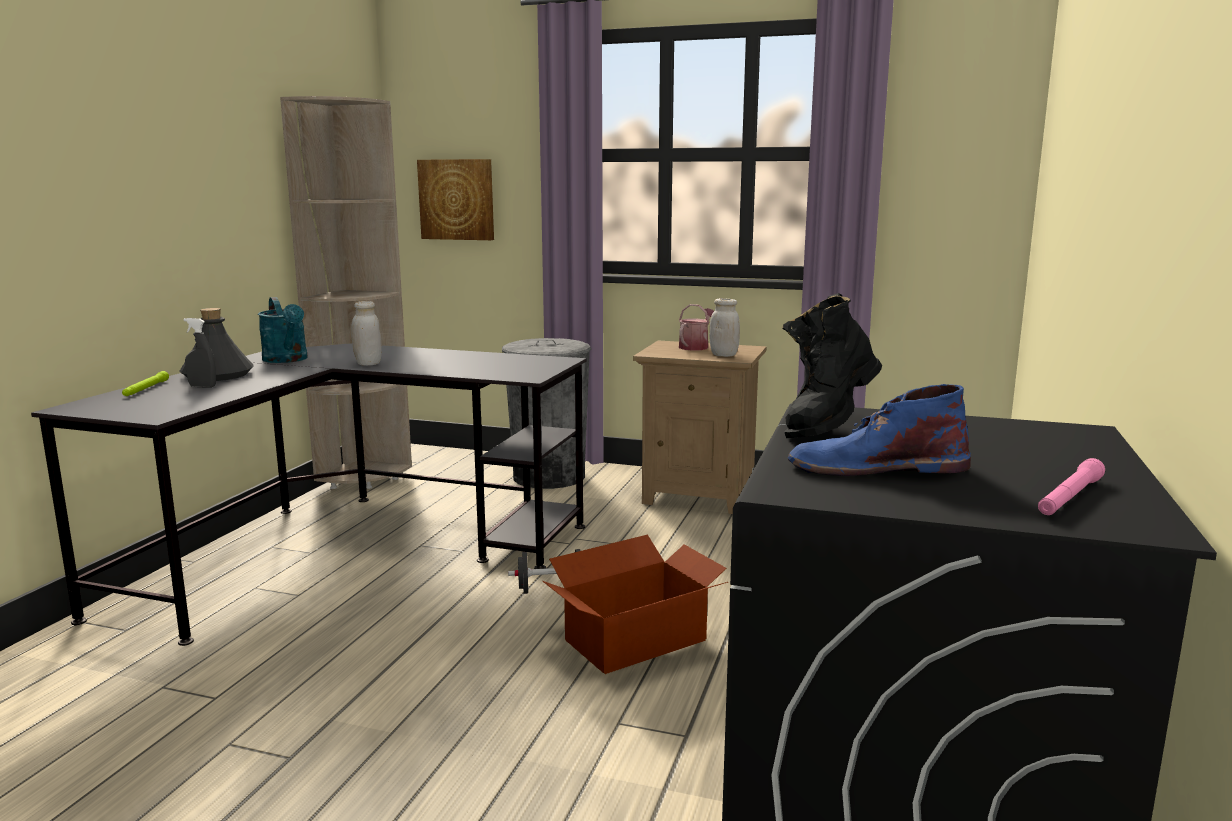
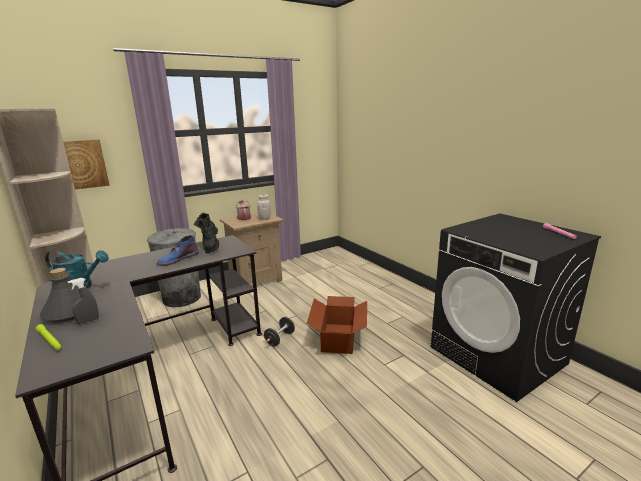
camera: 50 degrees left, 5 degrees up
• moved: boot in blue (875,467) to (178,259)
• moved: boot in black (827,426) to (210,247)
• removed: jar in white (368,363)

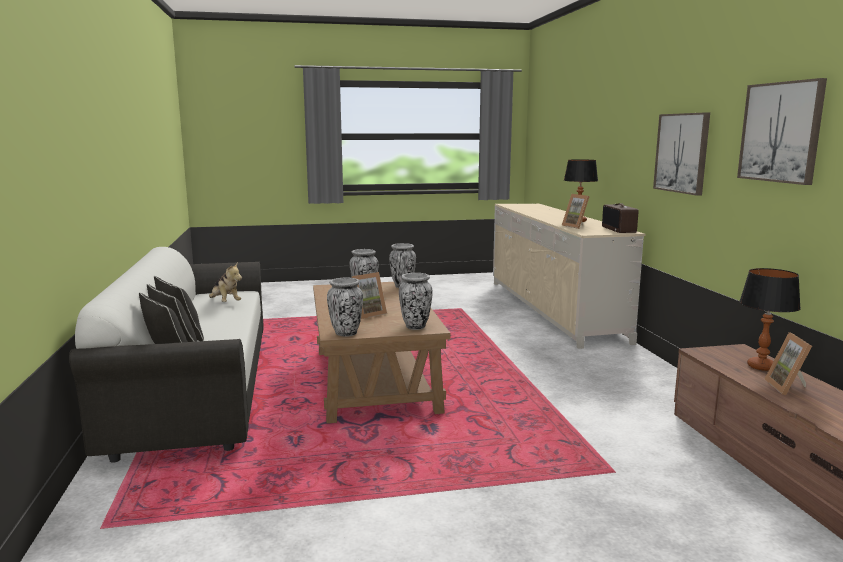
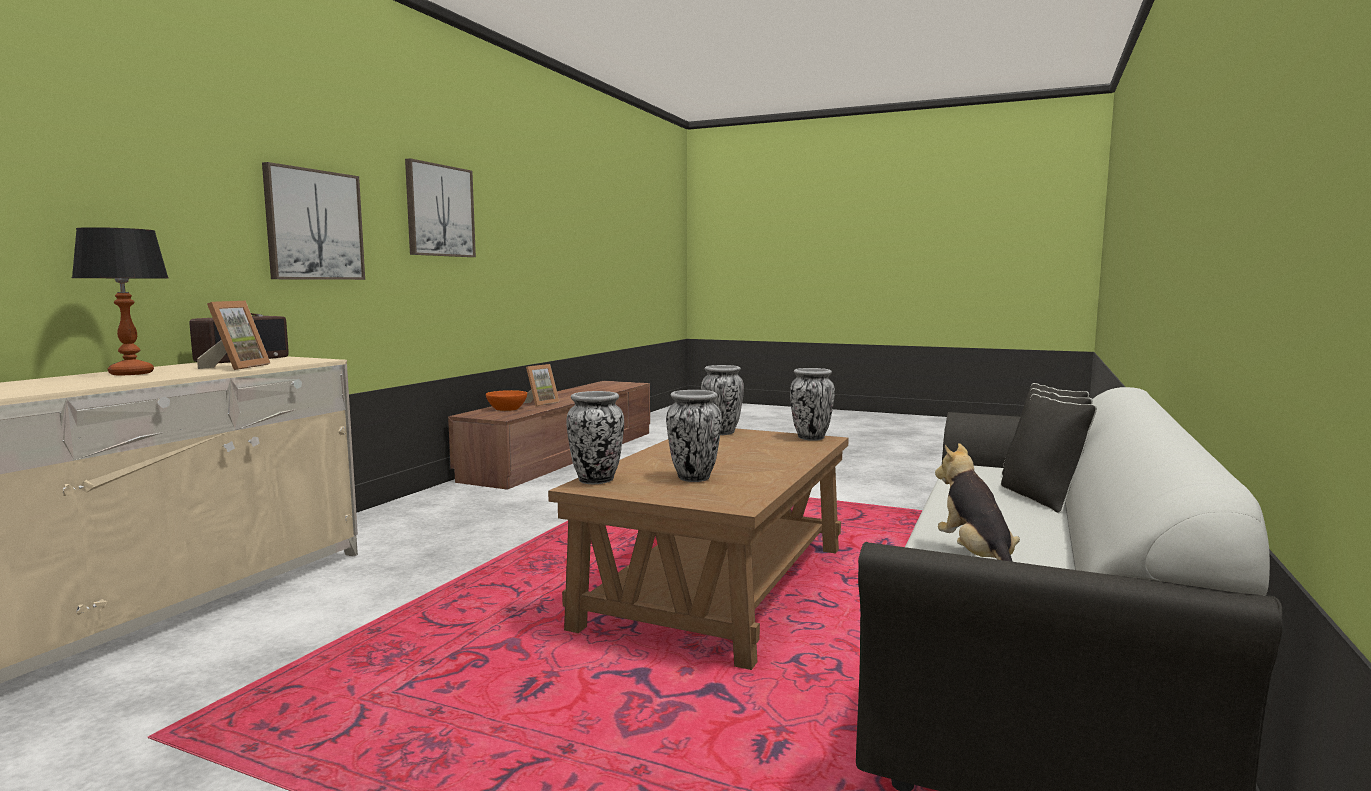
camera: 145 degrees left, 5 degrees down
• replaced: table lamp (761,366) to bowl in orange (506,409)
• removed: picture frame (367,314)

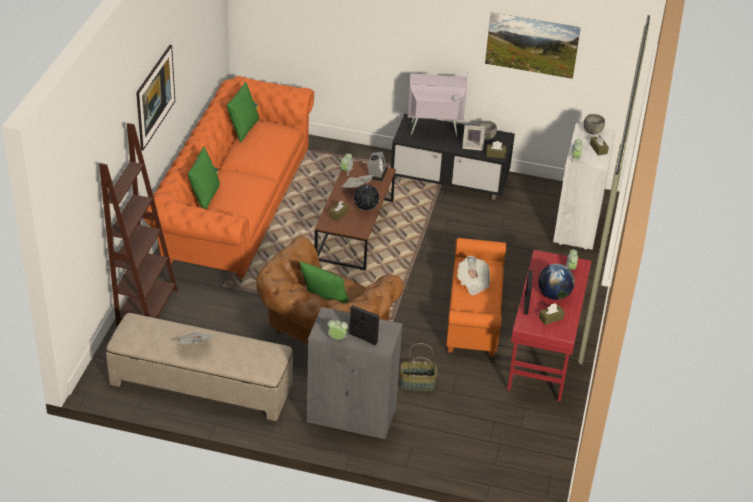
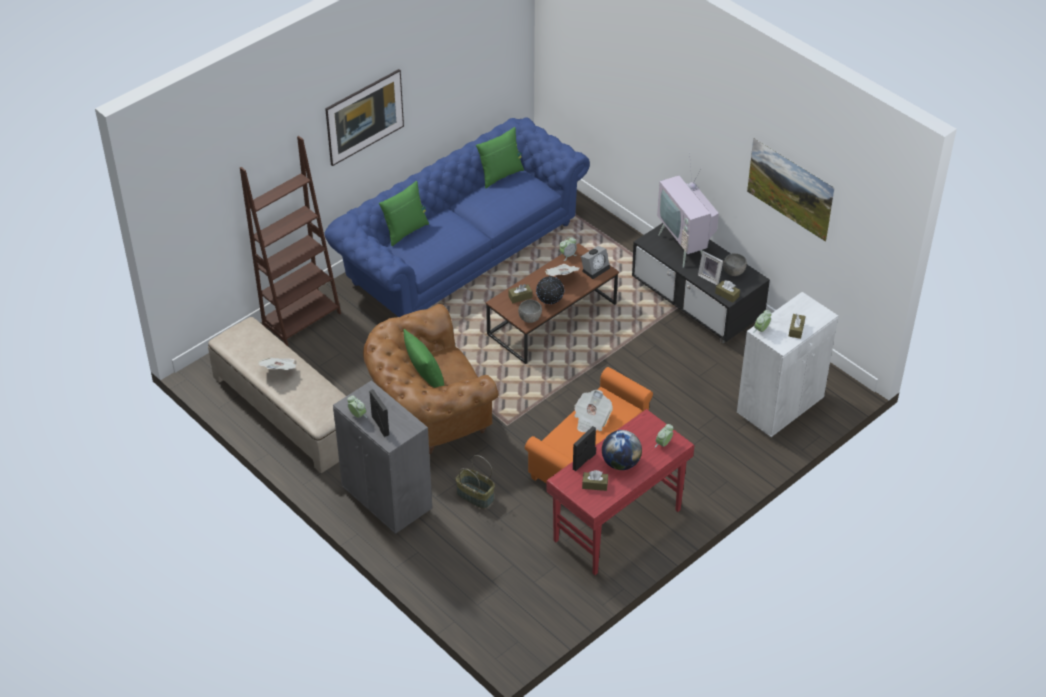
camera: 35 degrees right, 5 degrees up
• recoloured: sofa in orange (233,206) to sofa in blue (459,251)
• moved: bowl in grey (592,132) to (530,319)
• turned: television (434,132) = (685,246) 150 degrees counterclockwise

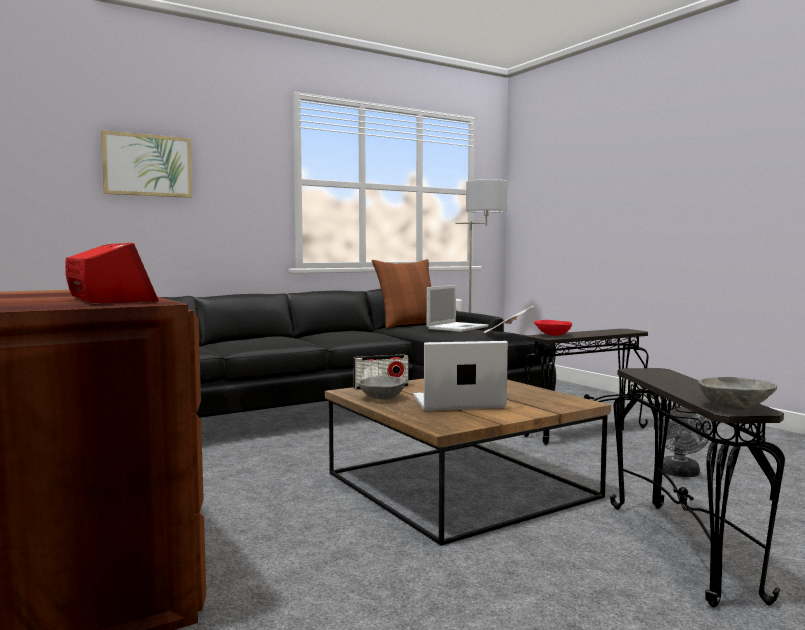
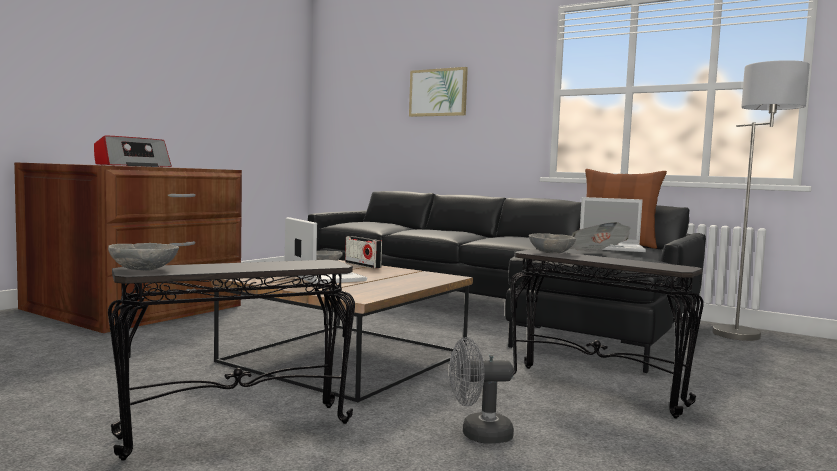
camera: 65 degrees right, 0 degrees up
• recoloured: bowl in red (552,335) to bowl in grey (550,252)

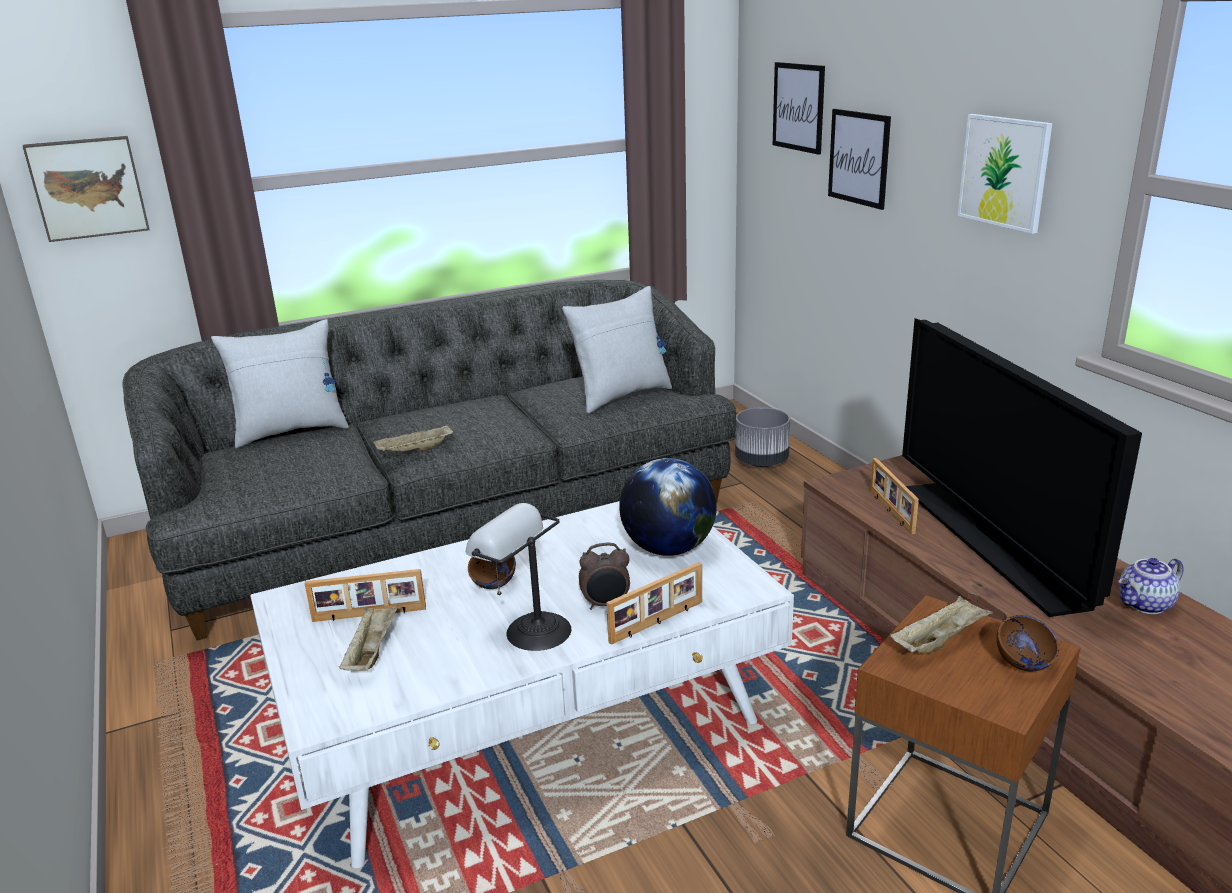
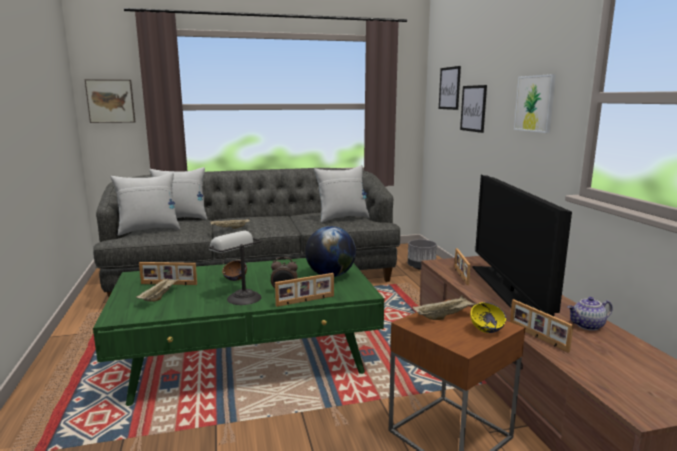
camera: 10 degrees right, 10 degrees down
• recoloured: coffee table in white (529,717) to coffee table in green (247,356)
• added: pillow in grey (149,230)
• recoloured: bowl in brown (1023,664) to bowl in yellow (486,330)
• added: picture frame (537,337)

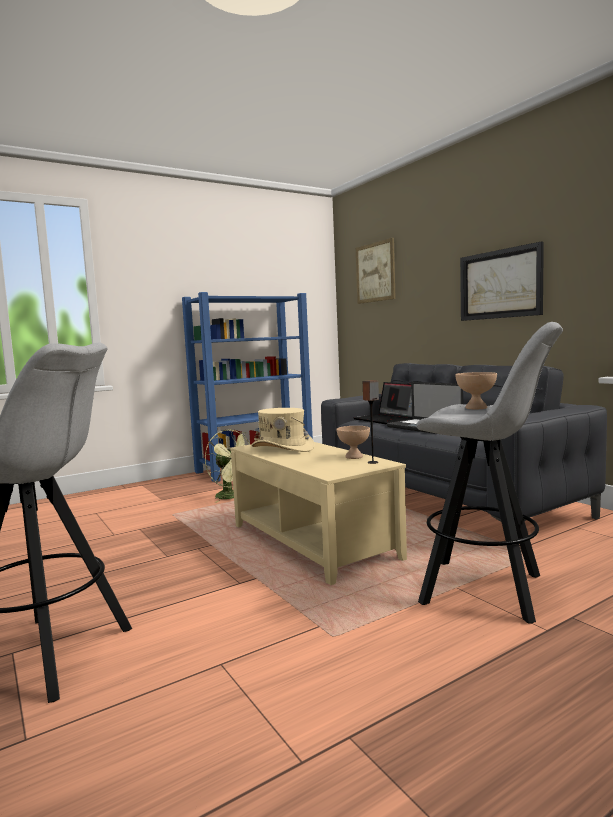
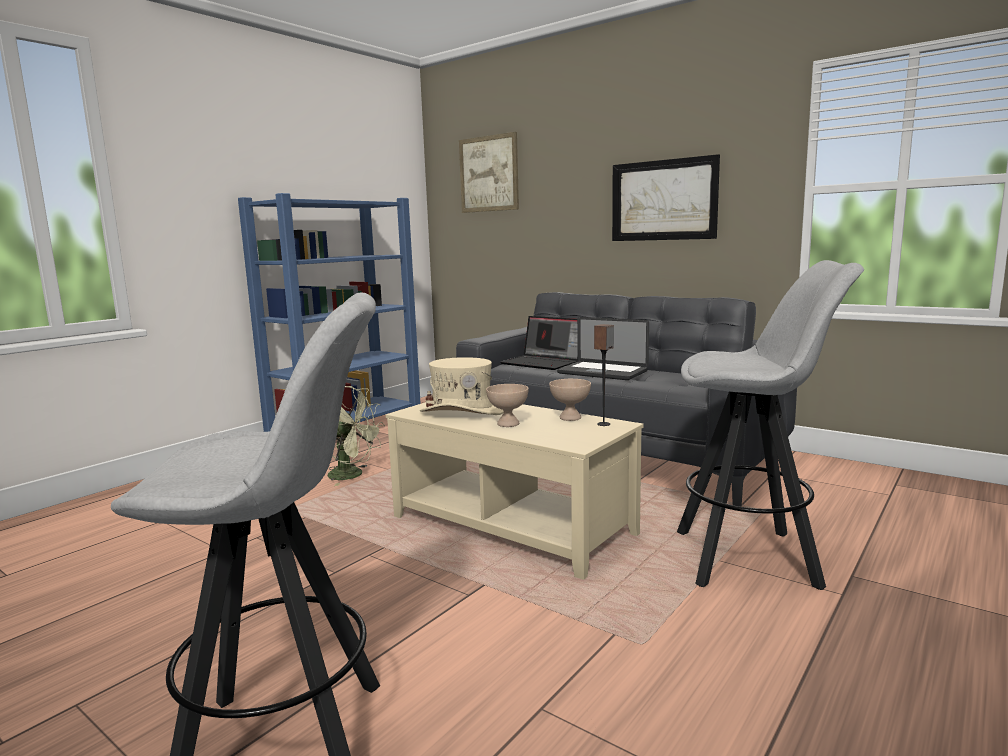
camera: 20 degrees left, 5 degrees up
• moved: bowl in beige (477,408) to (509,424)

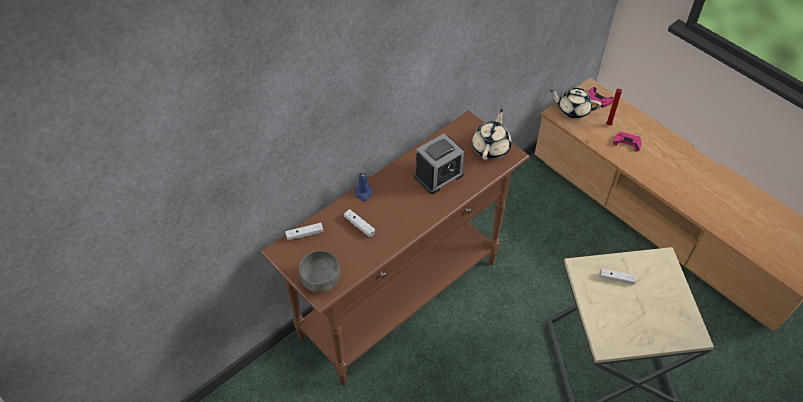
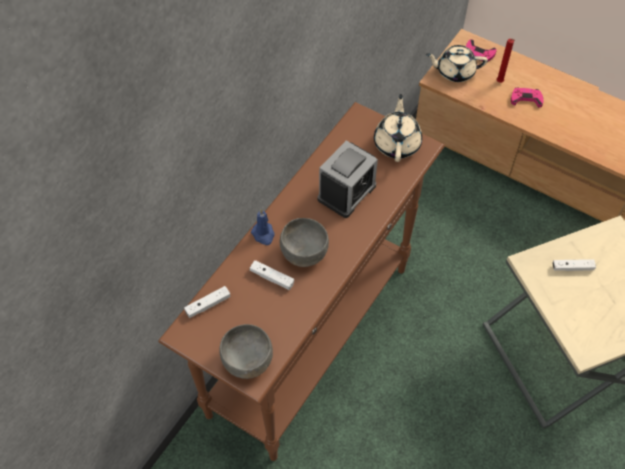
camera: 15 degrees left, 5 degrees up
• added: bowl in grey (304,252)

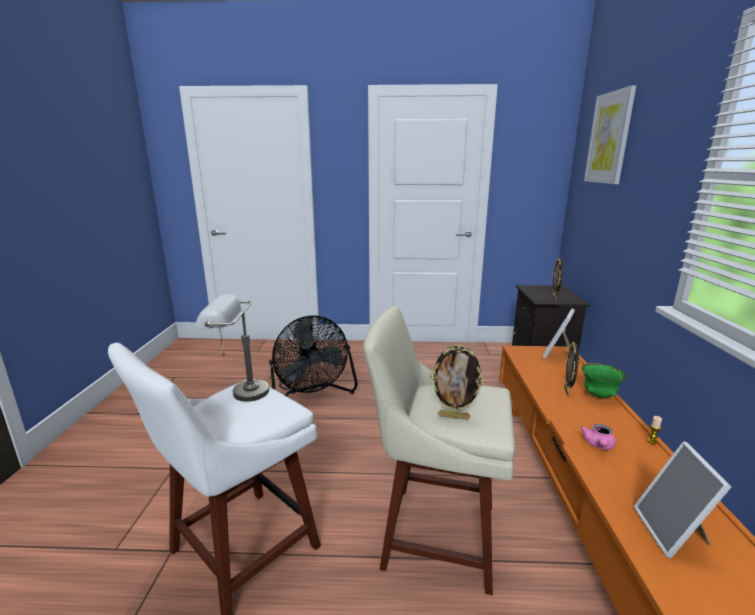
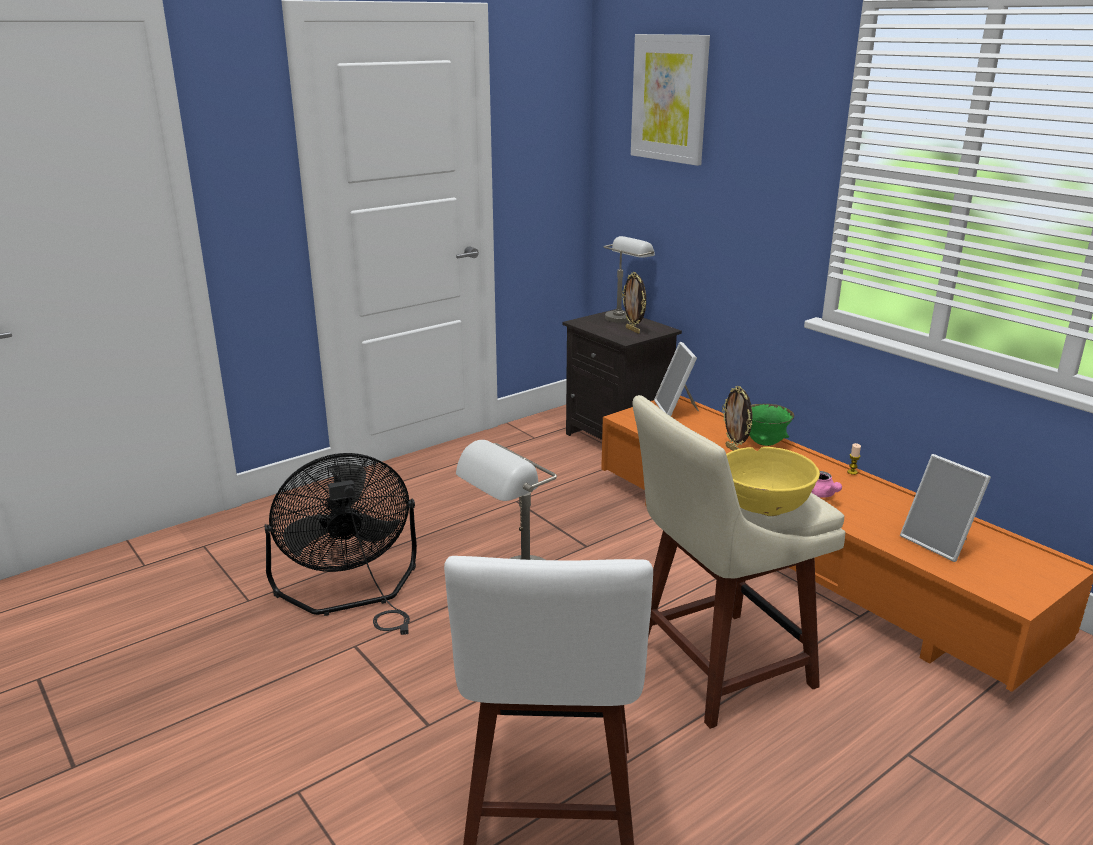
camera: 40 degrees left, 5 degrees up
• turned: fan in black (308,395) = (356,595) 135 degrees counterclockwise
• added: table lamp in grey (624,316)
• replaced: picture frame (454,416) to bowl in yellow (763,506)

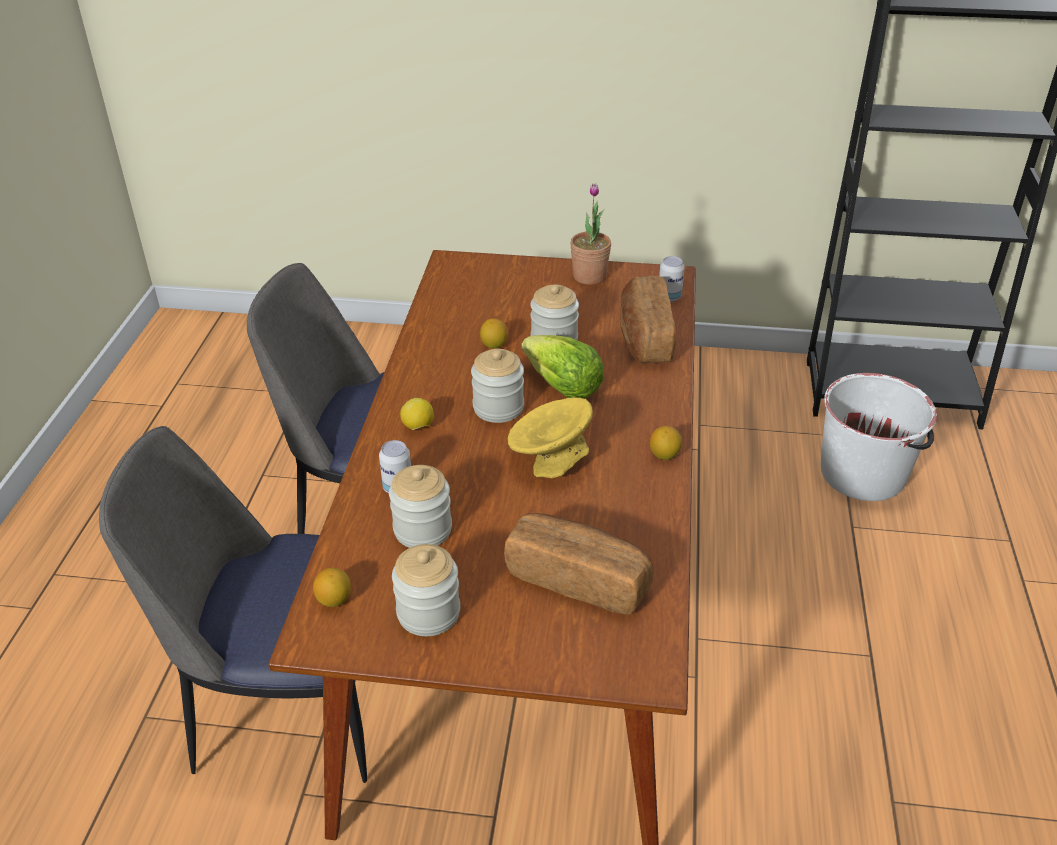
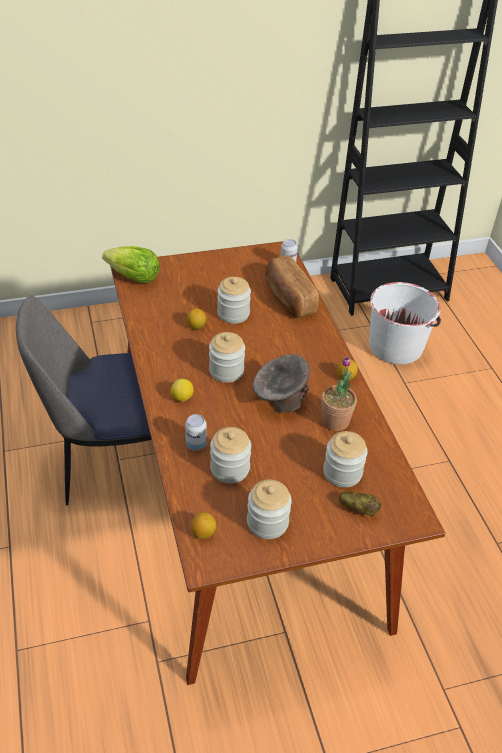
camera: 25 degrees left, 5 degrees up
• moved: lettuce (563,387) to (134,277)
• recoloured: bowl in yellow (549,460) to bowl in grey (280,399)
• moved: potted plant (589,276) to (335,421)
• replaced: bread (578,579) to jar (342,472)
• added: potato (358,509)
• removed: chair (291,708)

